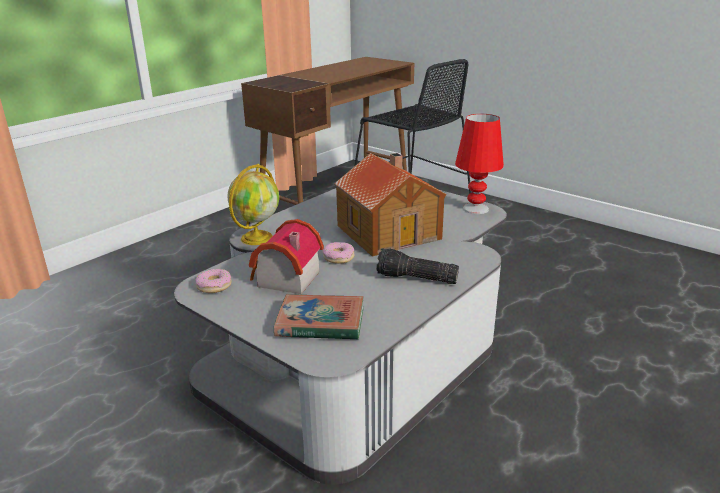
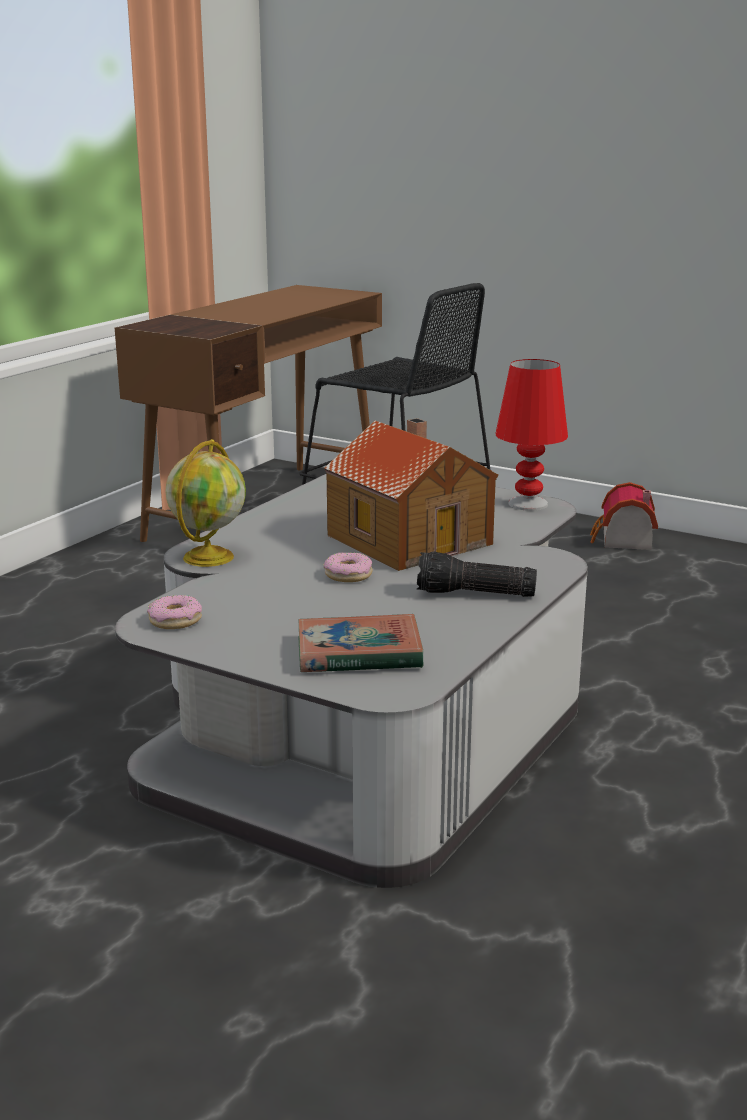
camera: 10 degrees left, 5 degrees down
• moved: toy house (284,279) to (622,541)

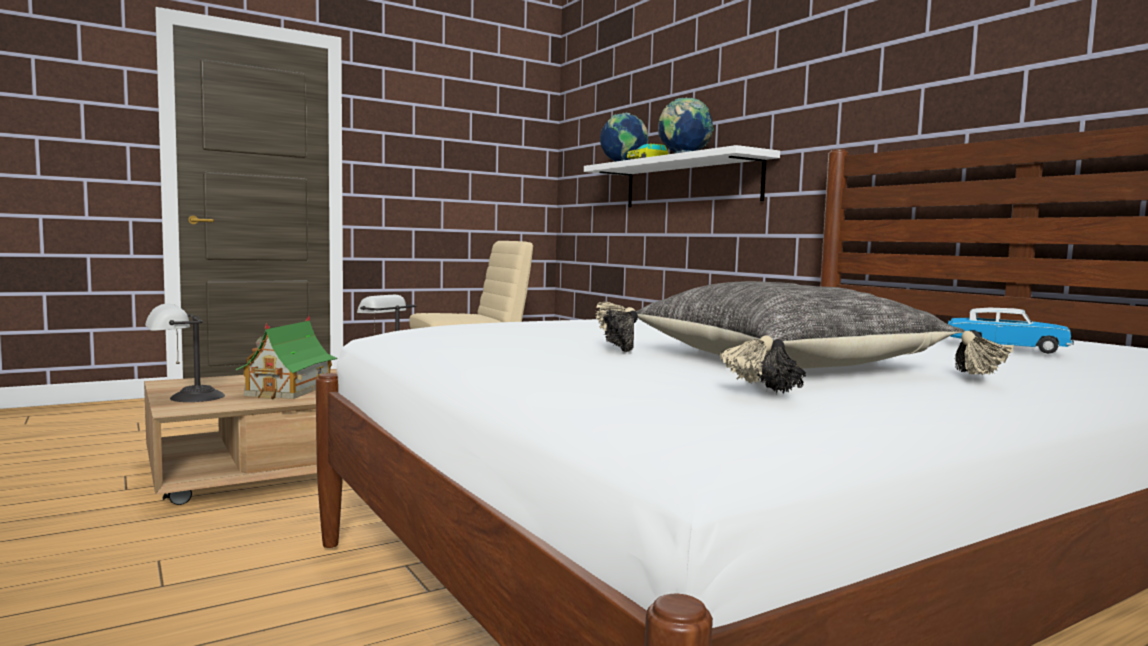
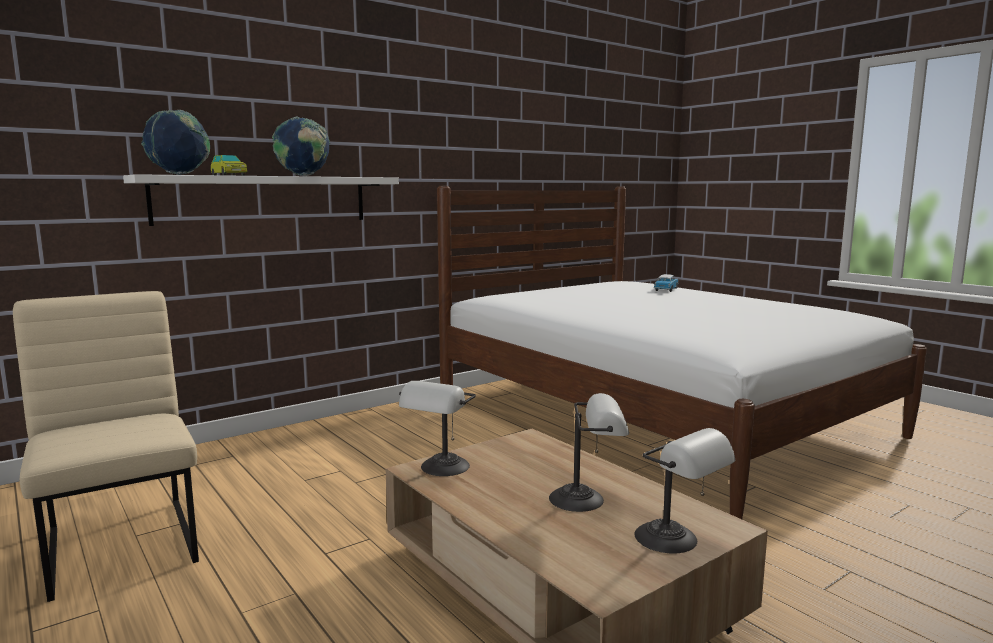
camera: 95 degrees left, 5 degrees up
• replaced: toy house (289,389) to table lamp (588,498)
• removed: pillow (784,363)

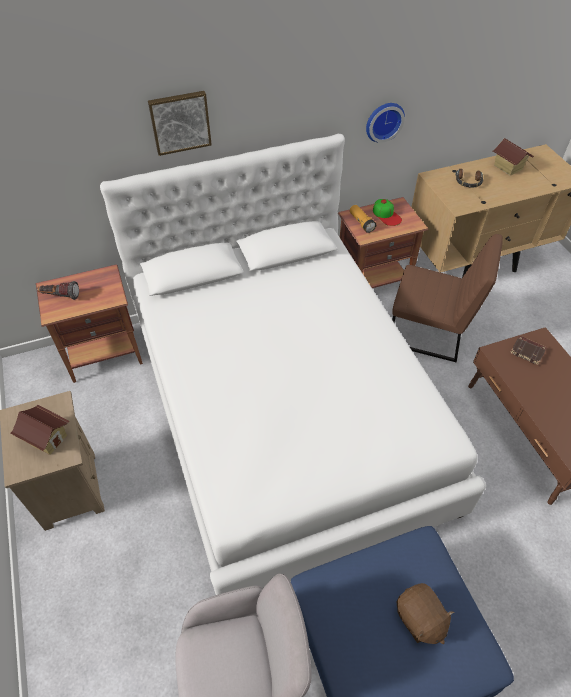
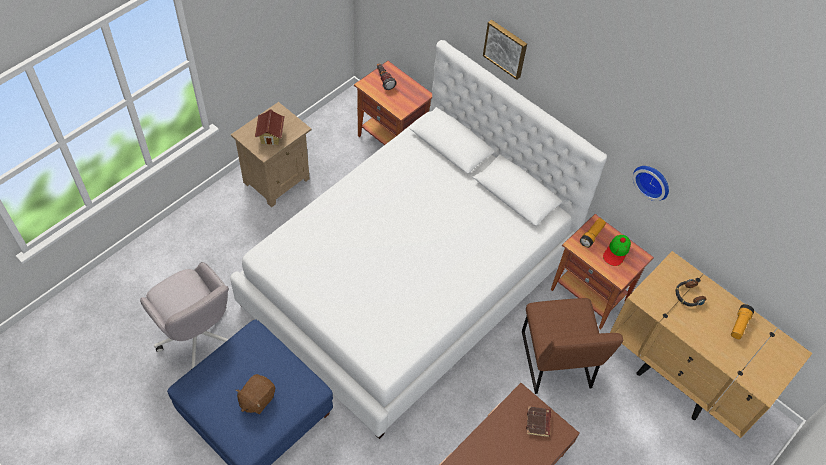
camera: 60 degrees right, 5 degrees up
• replaced: toy house (508,167) to flashlight (739,325)

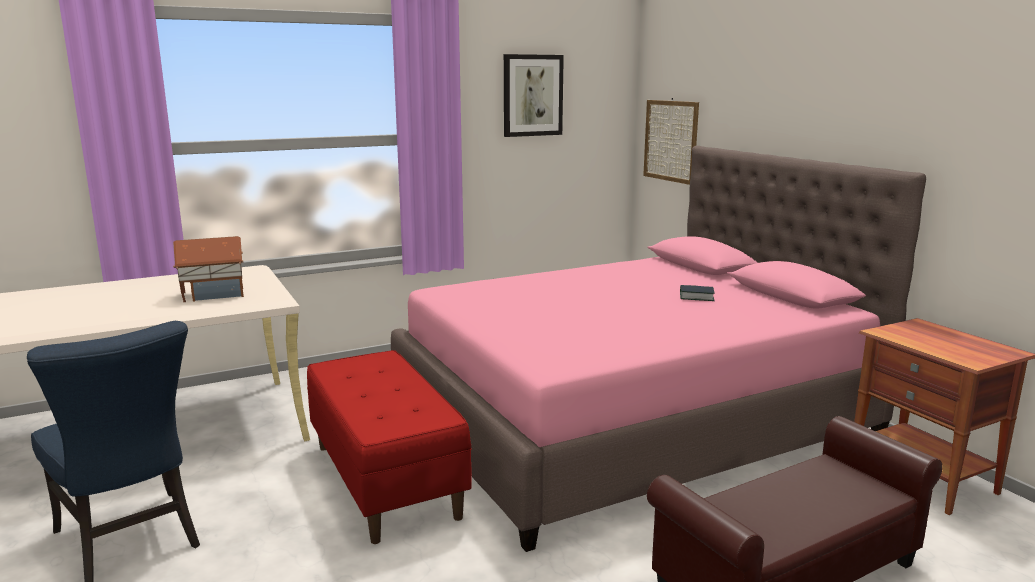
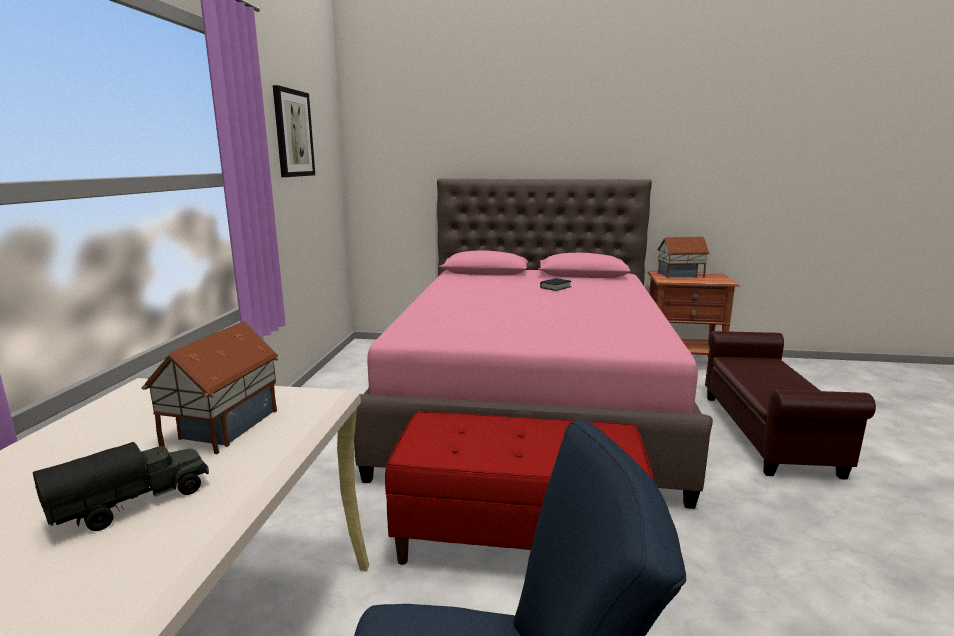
camera: 55 degrees left, 0 degrees up
• added: toy truck (134,504)
• added: toy house (681,275)
• removed: picture (670,139)

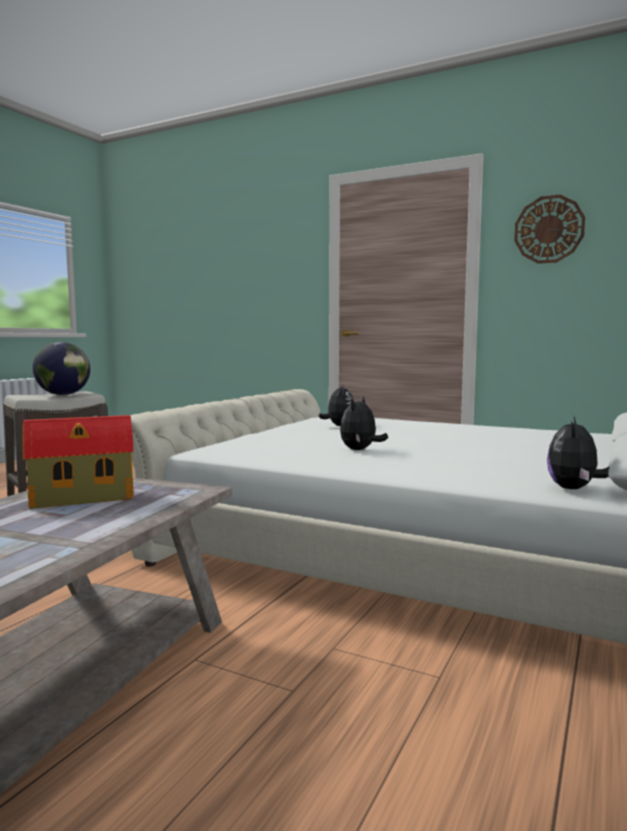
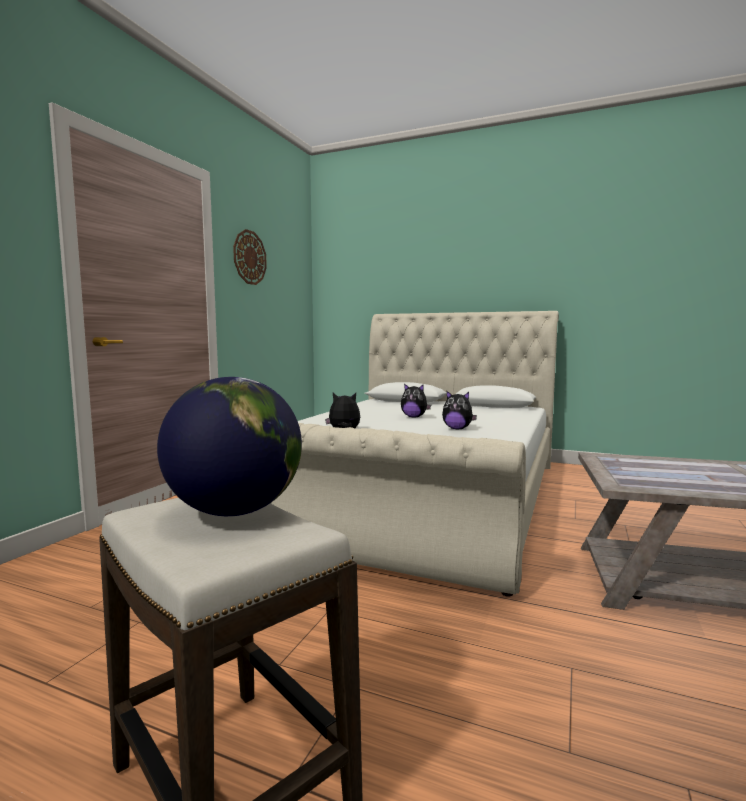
camera: 95 degrees left, 0 degrees up
• moved: plush toy (574,489) to (414,417)
• removed: toy house (79,498)

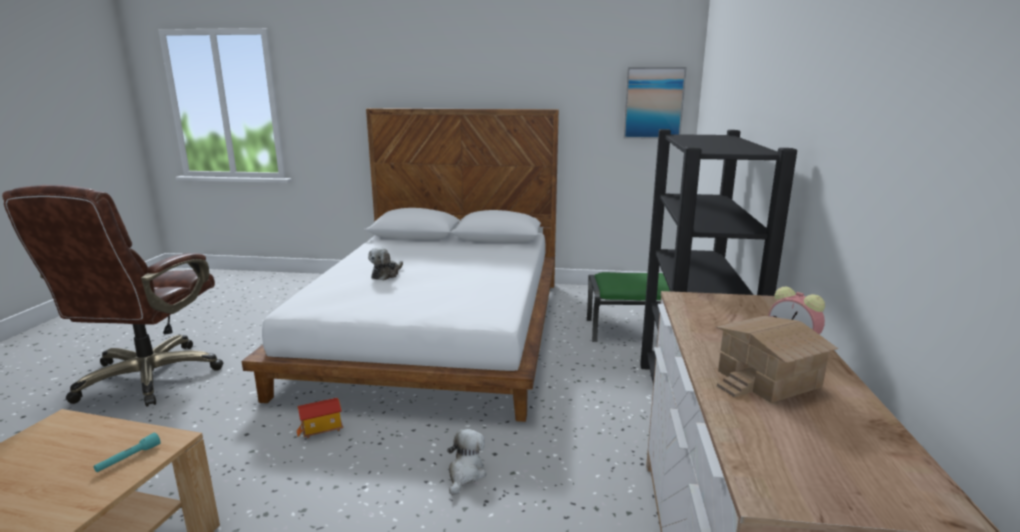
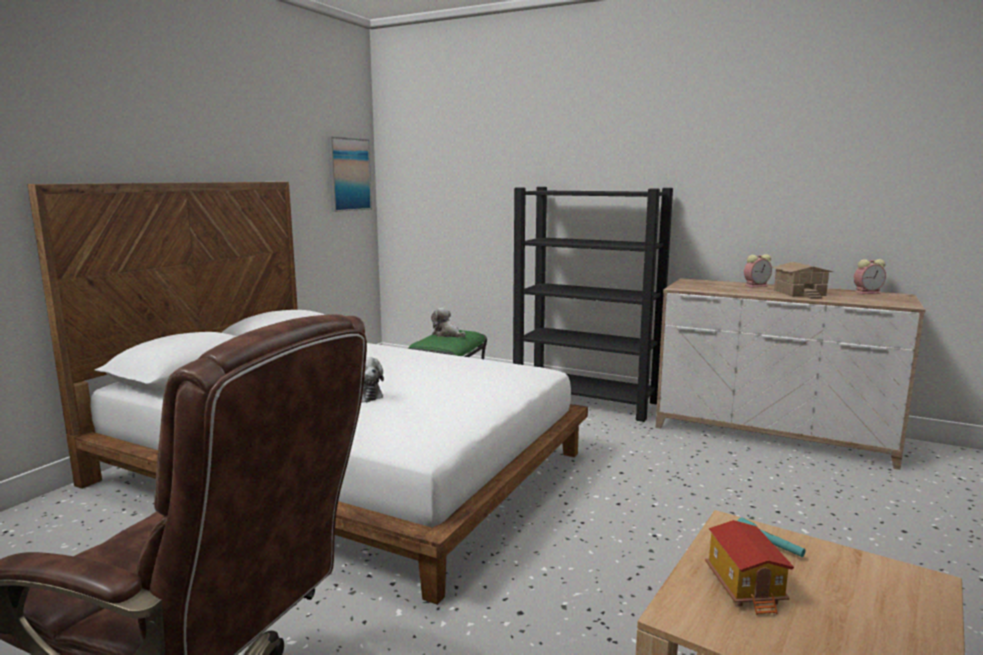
camera: 70 degrees left, 5 degrees down
• moved: plush toy (465,474) to (447,335)
• moved: toy house (321,429) to (746,587)
• added: alarm clock (868,292)

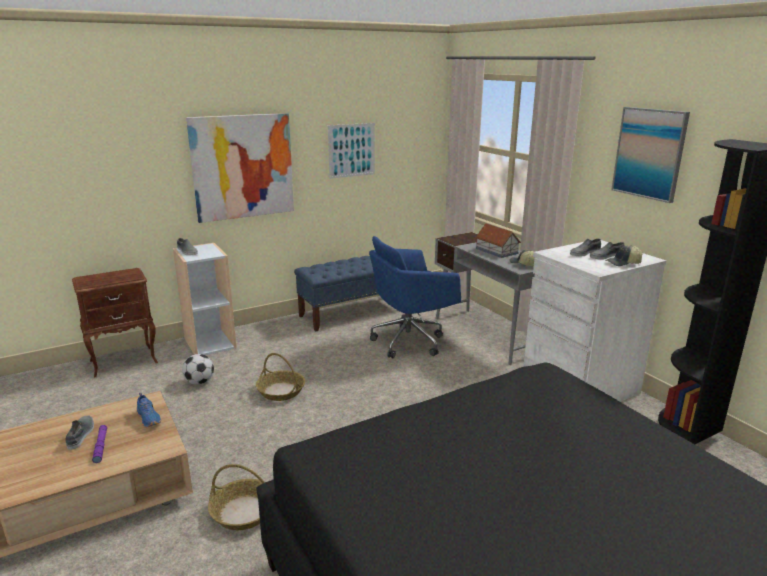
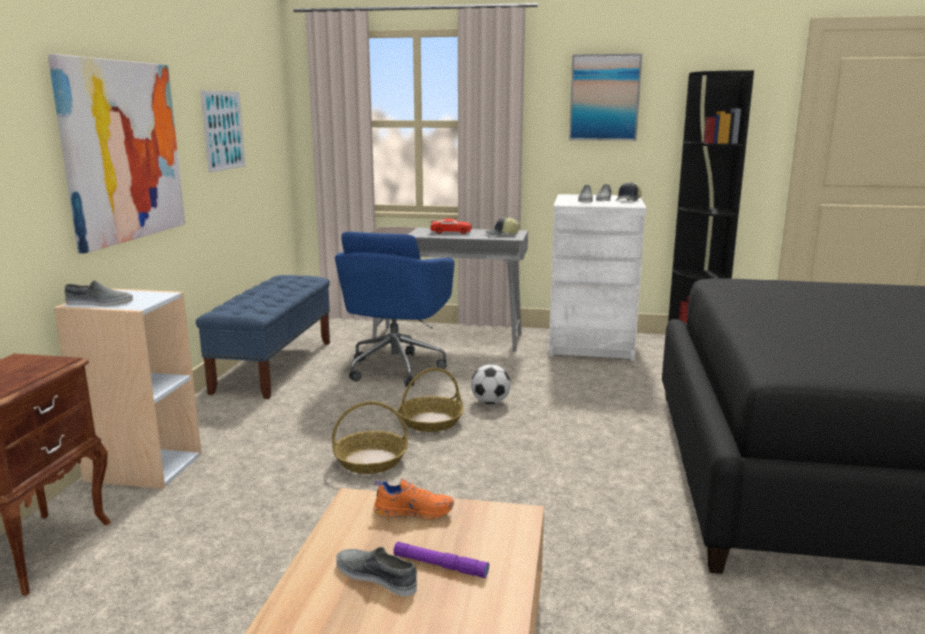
camera: 50 degrees left, 5 degrees down
• recoloured: shoe in blue (149,418) to shoe in orange (414,511)
• moved: basket (244,512) to (431,421)
• replaced: toy house (496,251) to toy car in red (450,232)
• moved: football (199,382) to (490,402)

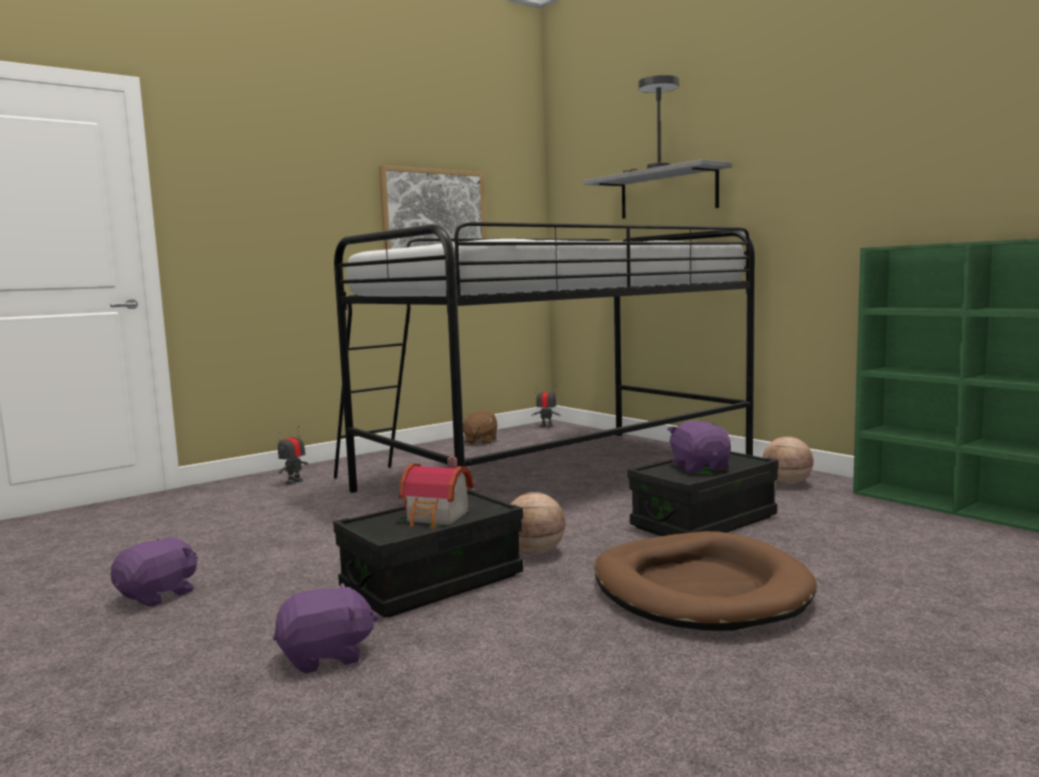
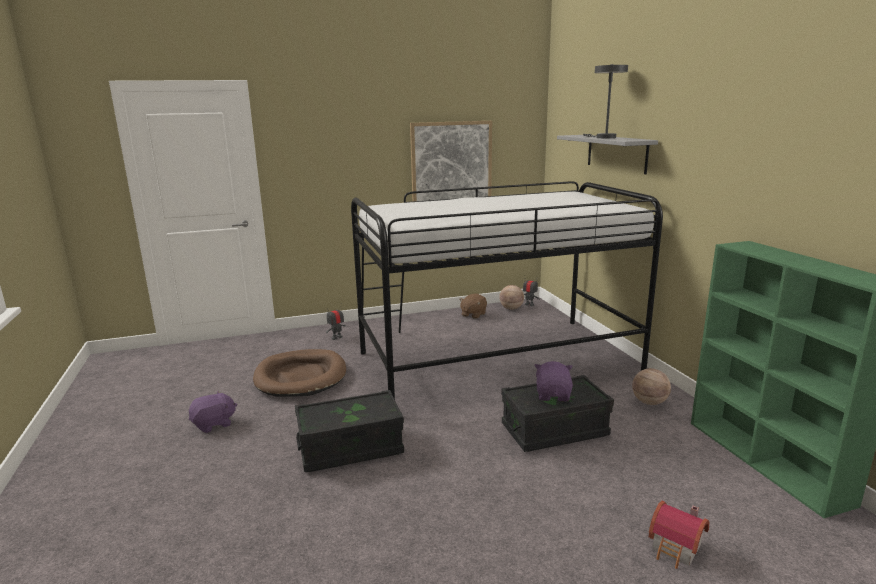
camera: 20 degrees right, 10 degrees up
• moved: dog bed in brown (699,589) to (301,377)
• moved: basketball (535,552) to (511,308)
• moved: toy house (438,517) to (676,549)
• removed: plush toy in purple (326,656)

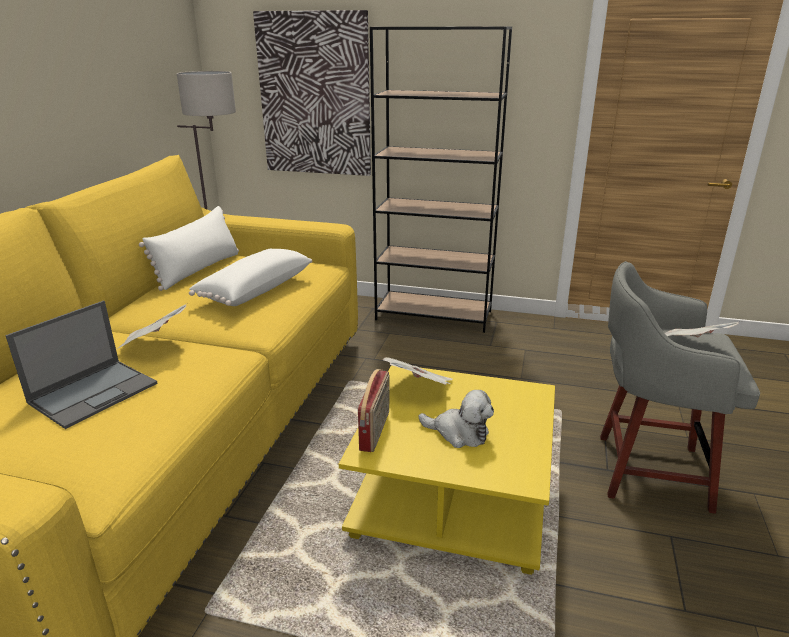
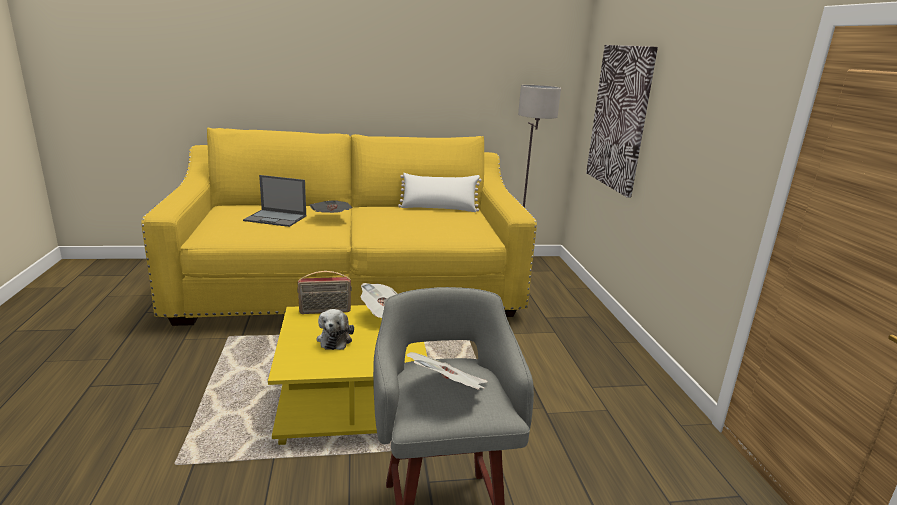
camera: 65 degrees right, 5 degrees down
• removed: pillow in white (254,290)
• removed: bookcase in beige (434,315)

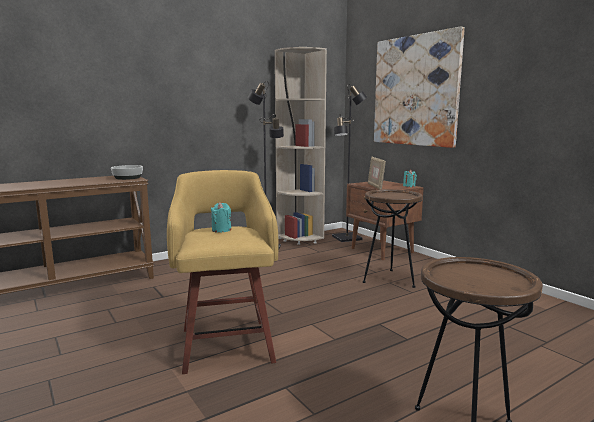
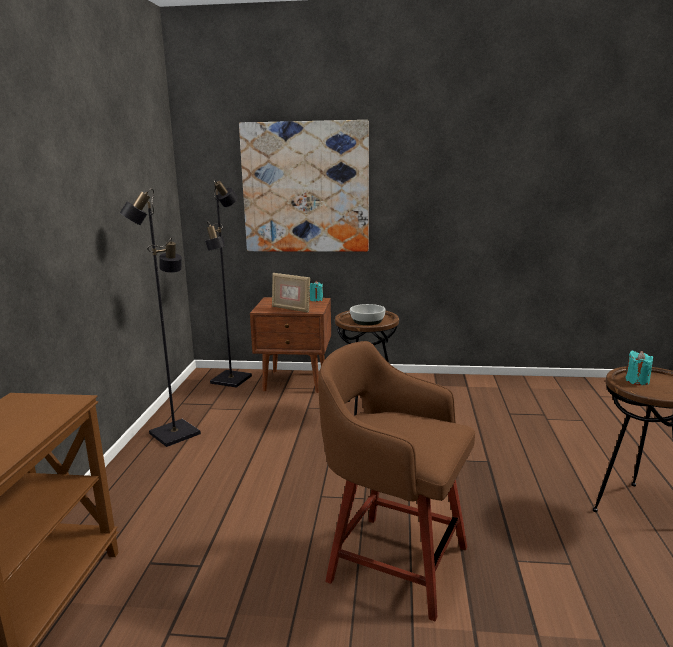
camera: 50 degrees left, 5 degrees up
• recoloured: stool in yellow (227,343) to stool in brown (394,561)
• moved: bowl (127,178) to (367,321)
• moved: candle in turquoise (221,230) to (637,381)
• removed: bookcase in beige (300,241)

